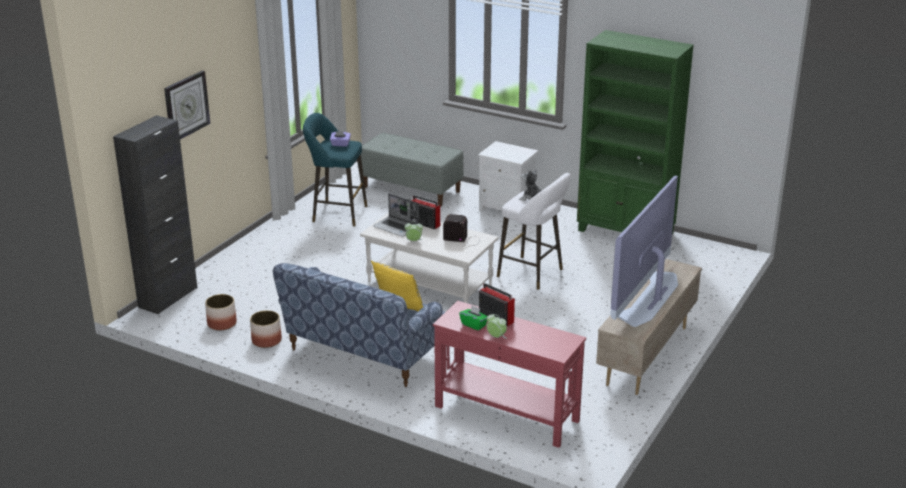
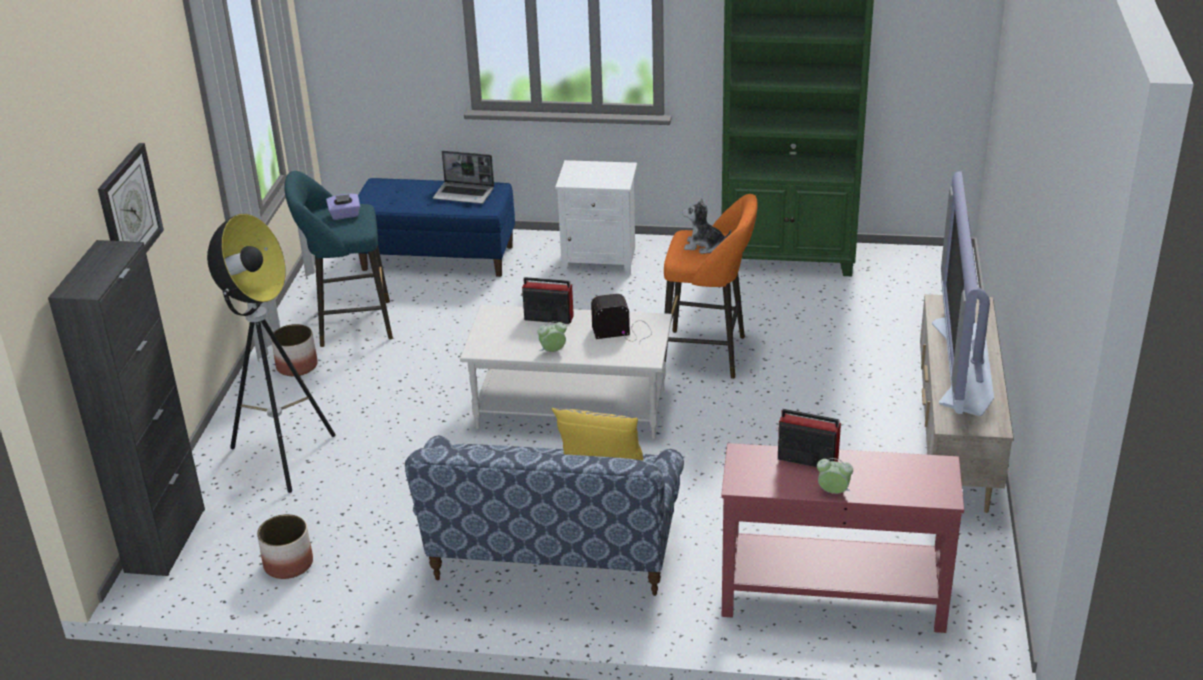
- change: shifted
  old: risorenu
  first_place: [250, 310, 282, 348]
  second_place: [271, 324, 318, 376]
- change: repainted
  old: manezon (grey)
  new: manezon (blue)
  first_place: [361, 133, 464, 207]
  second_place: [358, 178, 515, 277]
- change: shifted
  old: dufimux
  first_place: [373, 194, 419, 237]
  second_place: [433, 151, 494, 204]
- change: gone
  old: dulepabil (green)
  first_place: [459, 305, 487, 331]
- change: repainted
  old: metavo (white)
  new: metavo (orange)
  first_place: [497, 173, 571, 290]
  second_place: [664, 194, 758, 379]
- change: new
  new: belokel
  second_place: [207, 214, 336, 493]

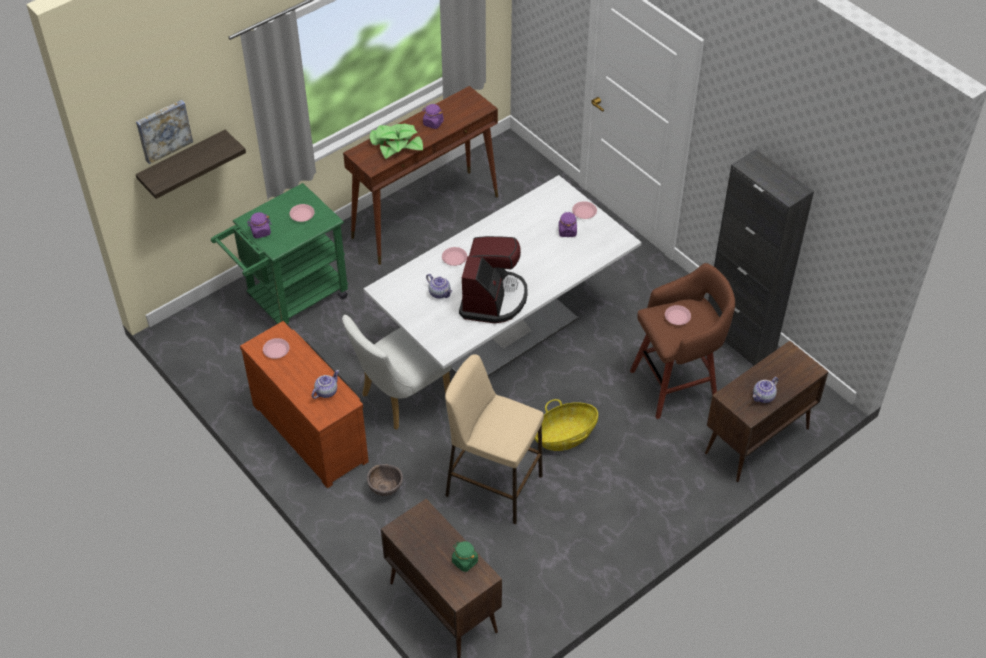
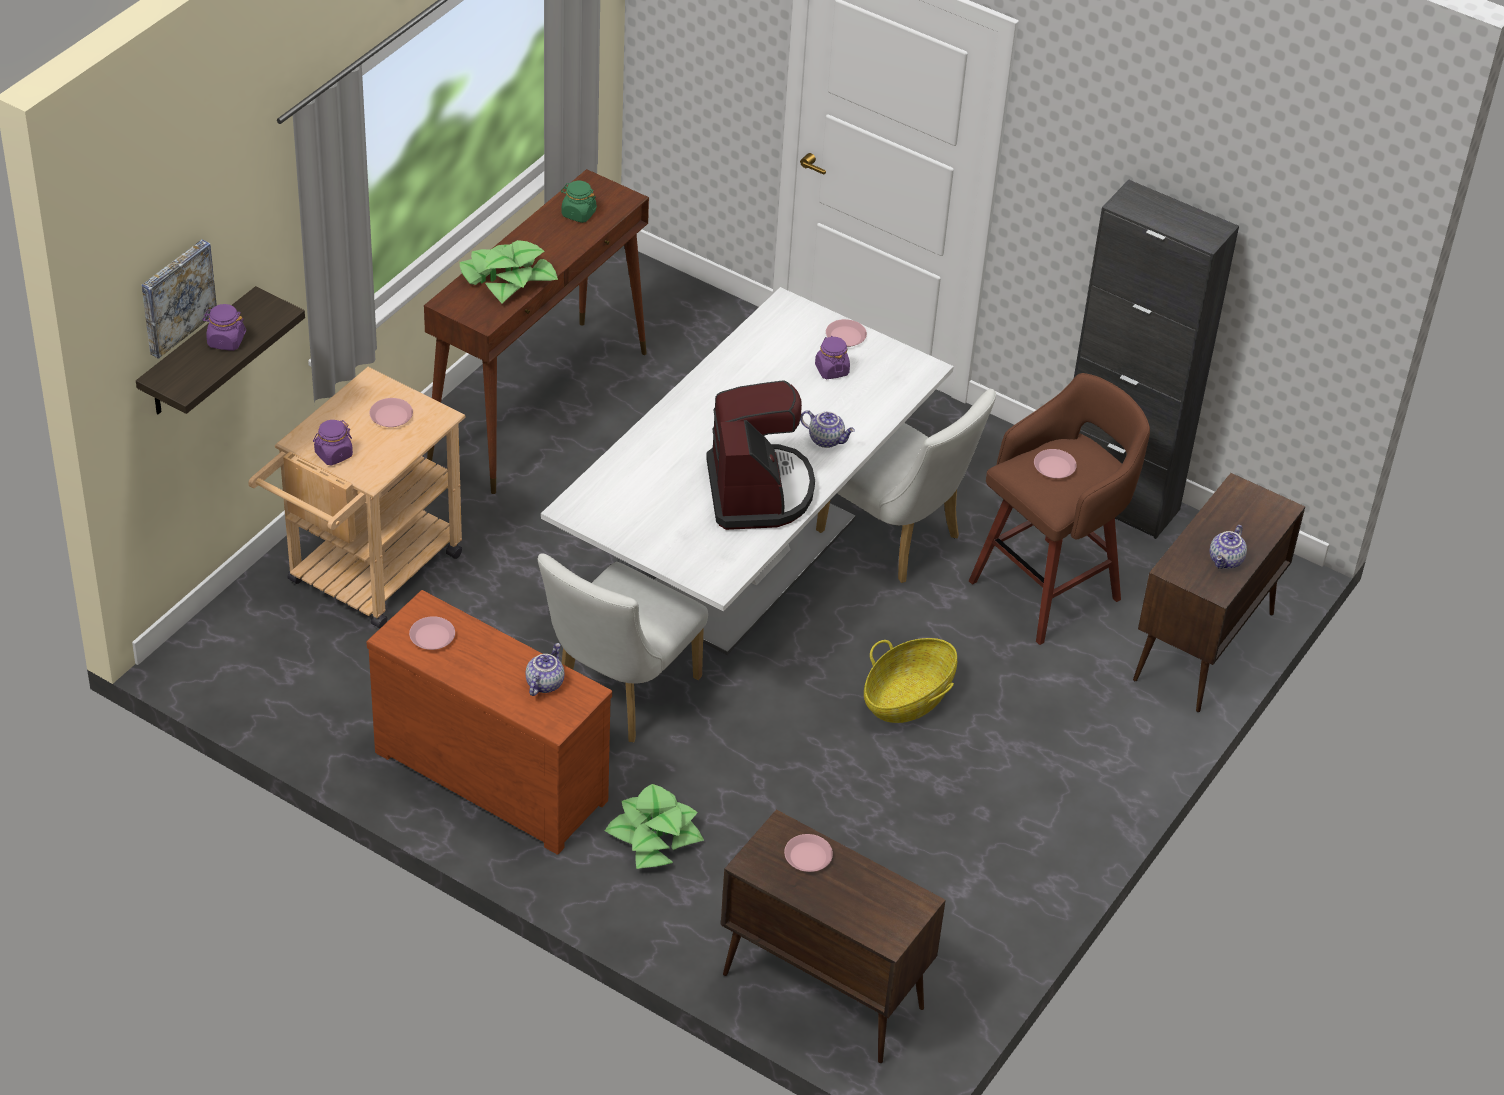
- change: repainted
  old: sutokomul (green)
  new: sutokomul (beige)
  first_place: [211, 183, 348, 328]
  second_place: [248, 367, 465, 629]
- change: swapped
  old: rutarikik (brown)
  new: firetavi
  first_place: [367, 464, 403, 496]
  second_place: [605, 784, 704, 869]
- change: shifted
  old: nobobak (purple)
  first_place: [422, 104, 444, 129]
  second_place: [202, 304, 246, 351]
- change: shifted
  old: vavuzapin
  first_place: [426, 274, 452, 299]
  second_place: [800, 410, 855, 448]
- change: shifted
  old: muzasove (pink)
  first_place: [442, 247, 467, 266]
  second_place: [784, 834, 833, 872]
- change: gone
  old: metavo (beige)
  first_place: [445, 354, 544, 525]
- change: shifted
  old: nobobak (green)
  first_place: [452, 541, 478, 572]
  second_place: [561, 181, 597, 223]
- change: new
  new: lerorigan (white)
  second_place: [816, 389, 996, 583]

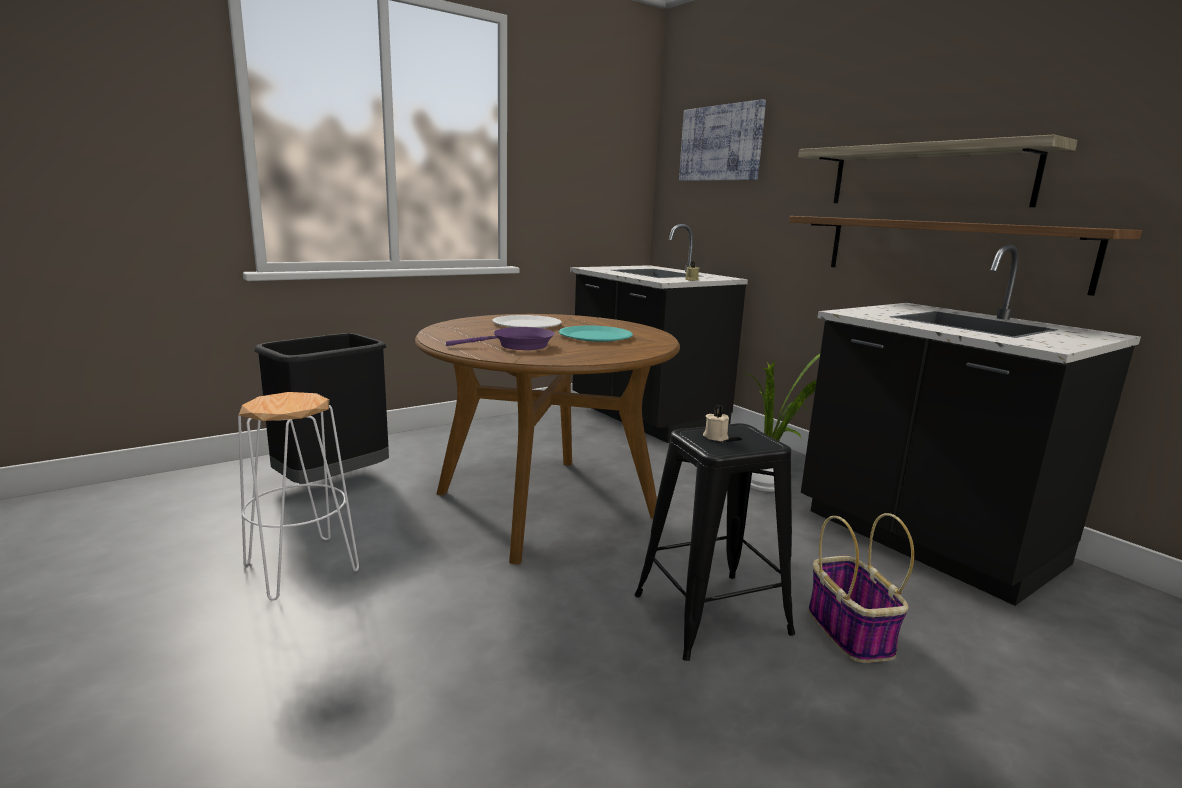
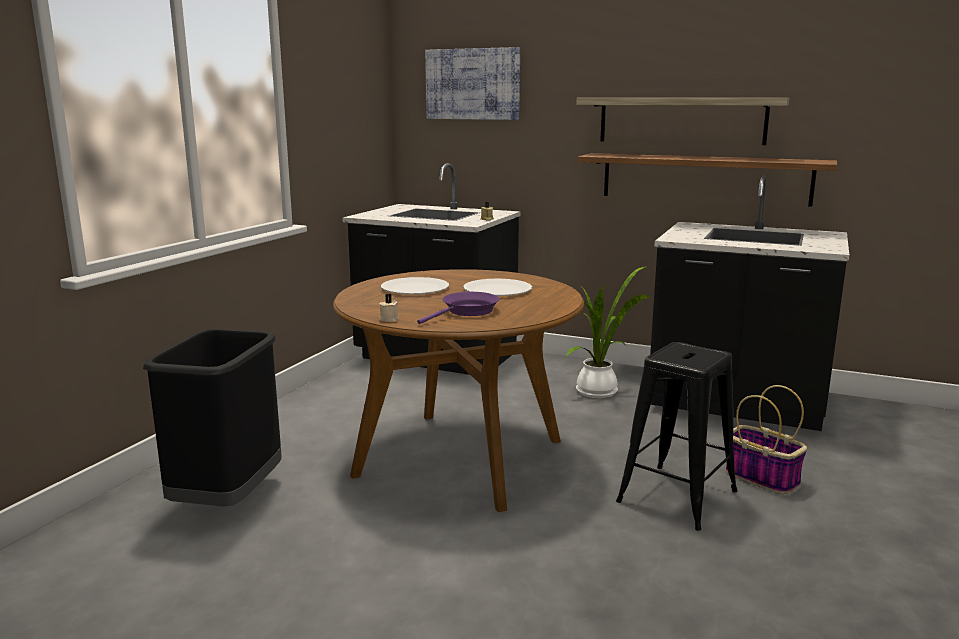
- change: gone
  old: metavo (white)
  first_place: [238, 392, 359, 601]
- change: repainted
  old: muzasove (turquoise)
  new: muzasove (white)
  first_place: [559, 326, 633, 342]
  second_place: [463, 279, 532, 296]
- change: shifted
  old: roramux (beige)
  first_place: [703, 405, 729, 441]
  second_place: [379, 294, 399, 322]

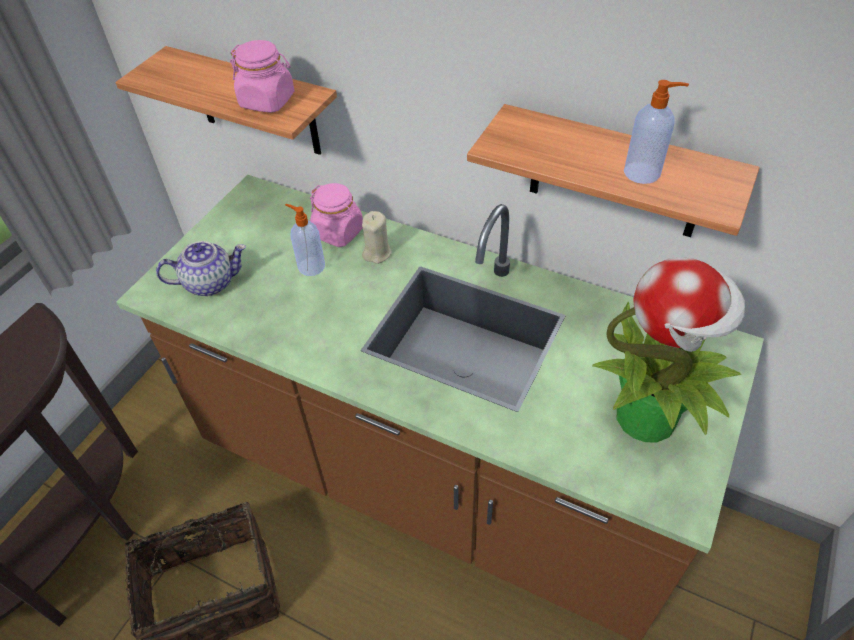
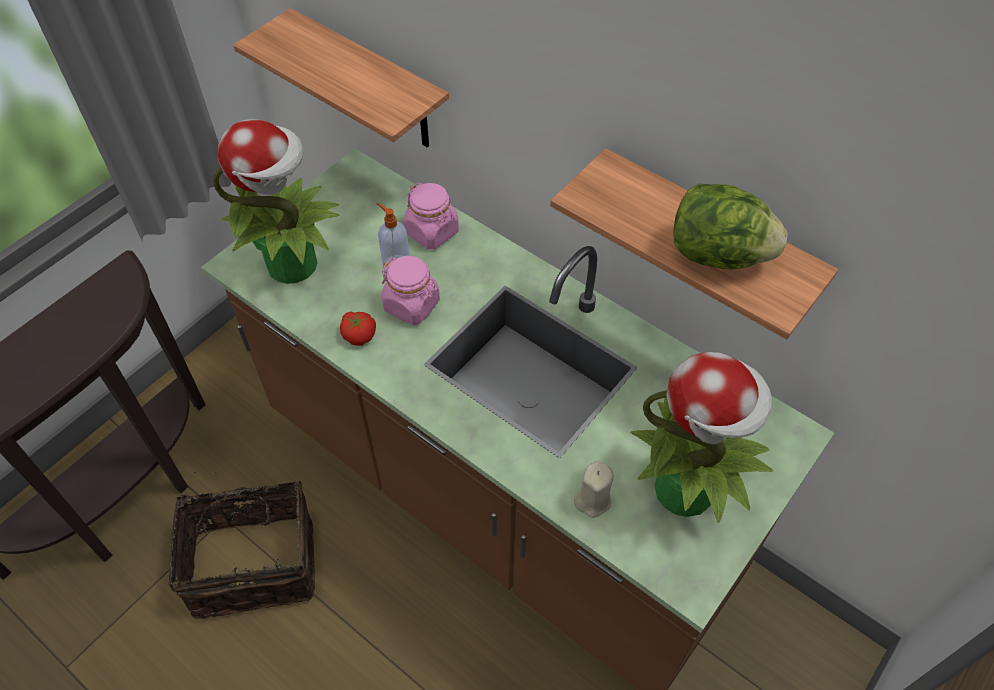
- change: swapped
  old: vavuzapin
  new: firetavi
  first_place: [156, 241, 246, 296]
  second_place: [213, 119, 340, 284]
- change: shifted
  old: nobobak (pink)
  first_place: [230, 40, 294, 113]
  second_place: [381, 256, 440, 325]
- change: shifted
  old: roramux (beige)
  first_place: [362, 211, 392, 264]
  second_place: [574, 461, 614, 518]
- change: swapped
  old: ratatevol
  new: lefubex
  first_place: [624, 80, 689, 184]
  second_place: [673, 183, 788, 270]
- change: new
  new: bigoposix
  second_place: [340, 311, 376, 346]

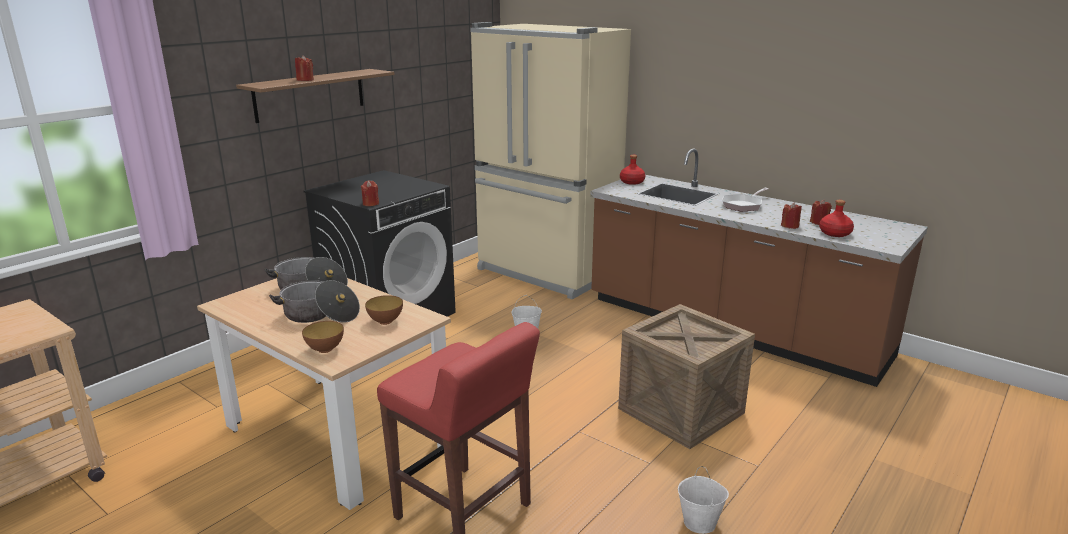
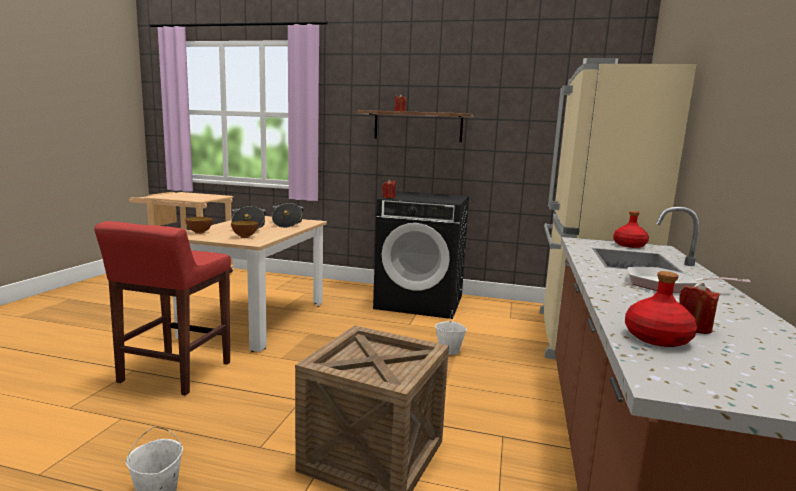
- change: gone
  old: roramux (red)
  first_place: [781, 202, 802, 229]

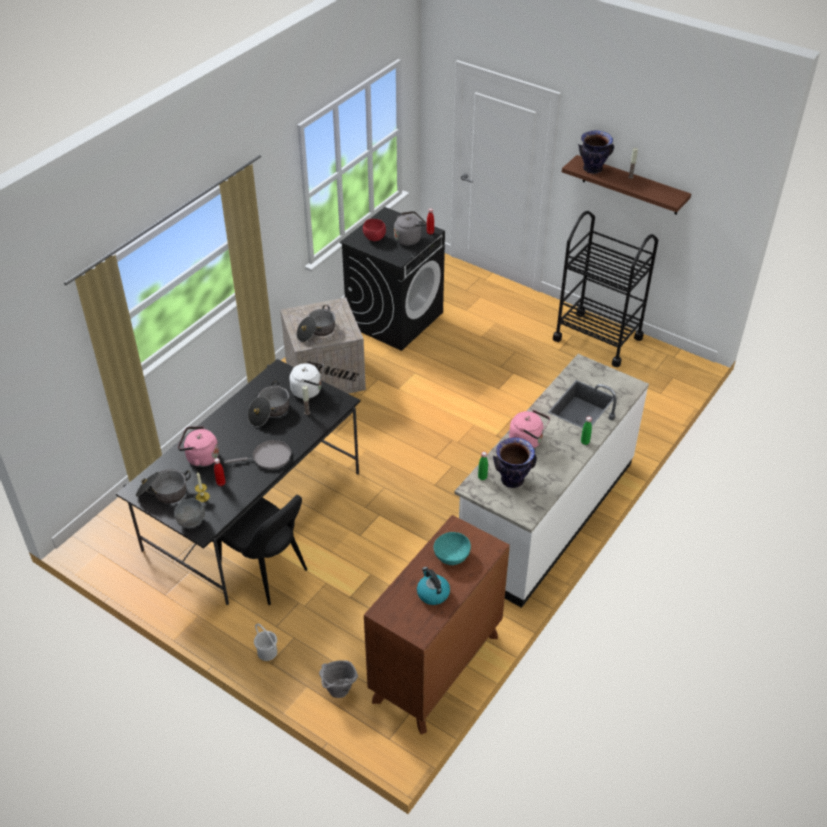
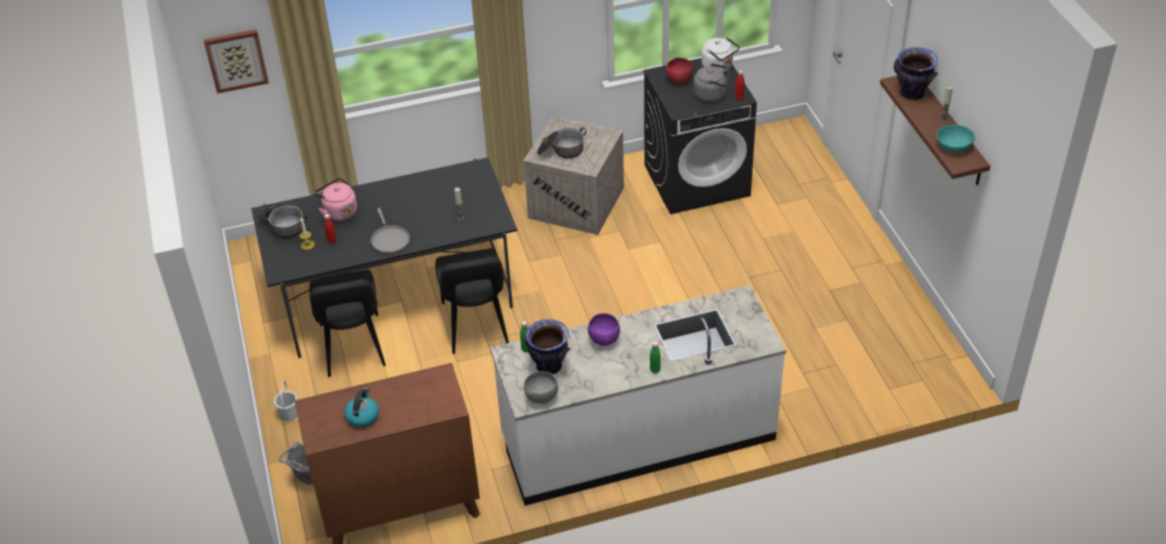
- change: shifted
  old: rutarikik (grey)
  first_place: [174, 498, 205, 528]
  second_place: [524, 371, 558, 404]
- change: rotated
  old: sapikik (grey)
  first_place: [224, 440, 291, 469]
  second_place: [370, 208, 411, 254]
  degrees: 45
- change: gone
  old: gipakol
  first_place: [248, 381, 289, 427]
- change: shifted
  old: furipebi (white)
  first_place: [289, 361, 324, 399]
  second_place: [701, 37, 740, 72]
- change: shifted
  old: rutarikik (turquoise)
  first_place: [434, 532, 471, 565]
  second_place: [937, 125, 975, 153]
- change: swapped
  old: furipebi (pink)
  new: rutarikik (purple)
  first_place: [509, 410, 550, 448]
  second_place: [588, 313, 620, 346]
- change: gone
  old: sutokomul (black)
  first_place: [553, 211, 658, 367]
- change: new
  new: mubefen
  second_place: [204, 29, 269, 94]
- change: new
  new: lerorigan (black)
  second_place: [435, 248, 509, 354]

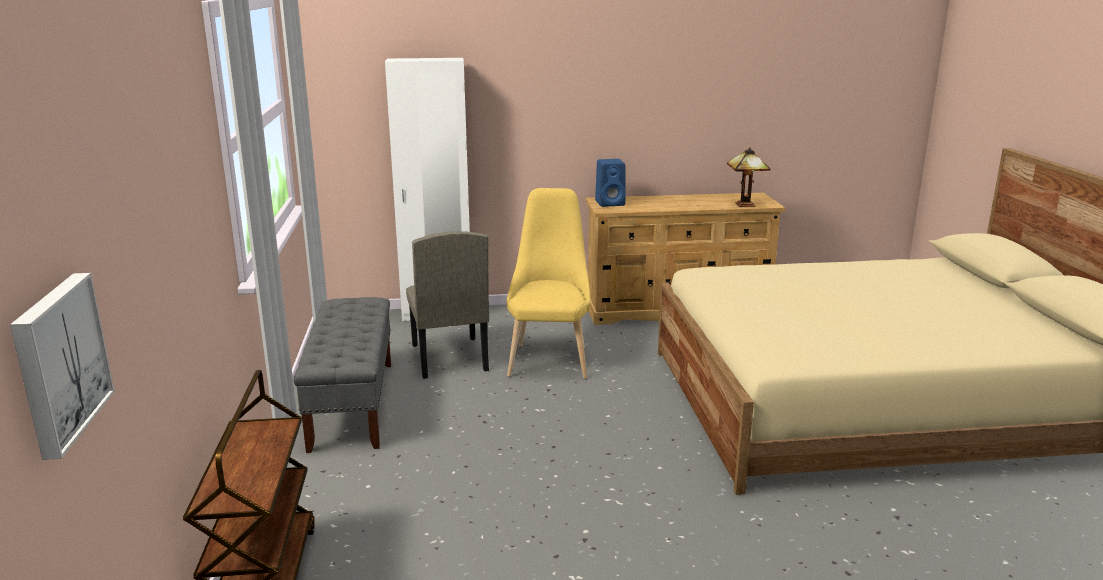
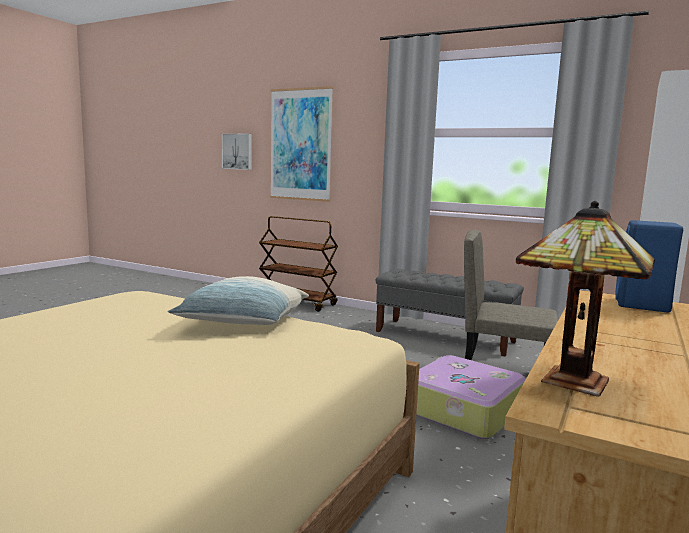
- change: swapped
  old: lerorigan (yellow)
  new: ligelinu
  first_place: [506, 188, 590, 379]
  second_place: [416, 355, 526, 439]
- change: new
  new: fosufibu
  second_place: [168, 276, 309, 325]
- change: new
  new: mubefen
  second_place: [270, 86, 333, 202]

